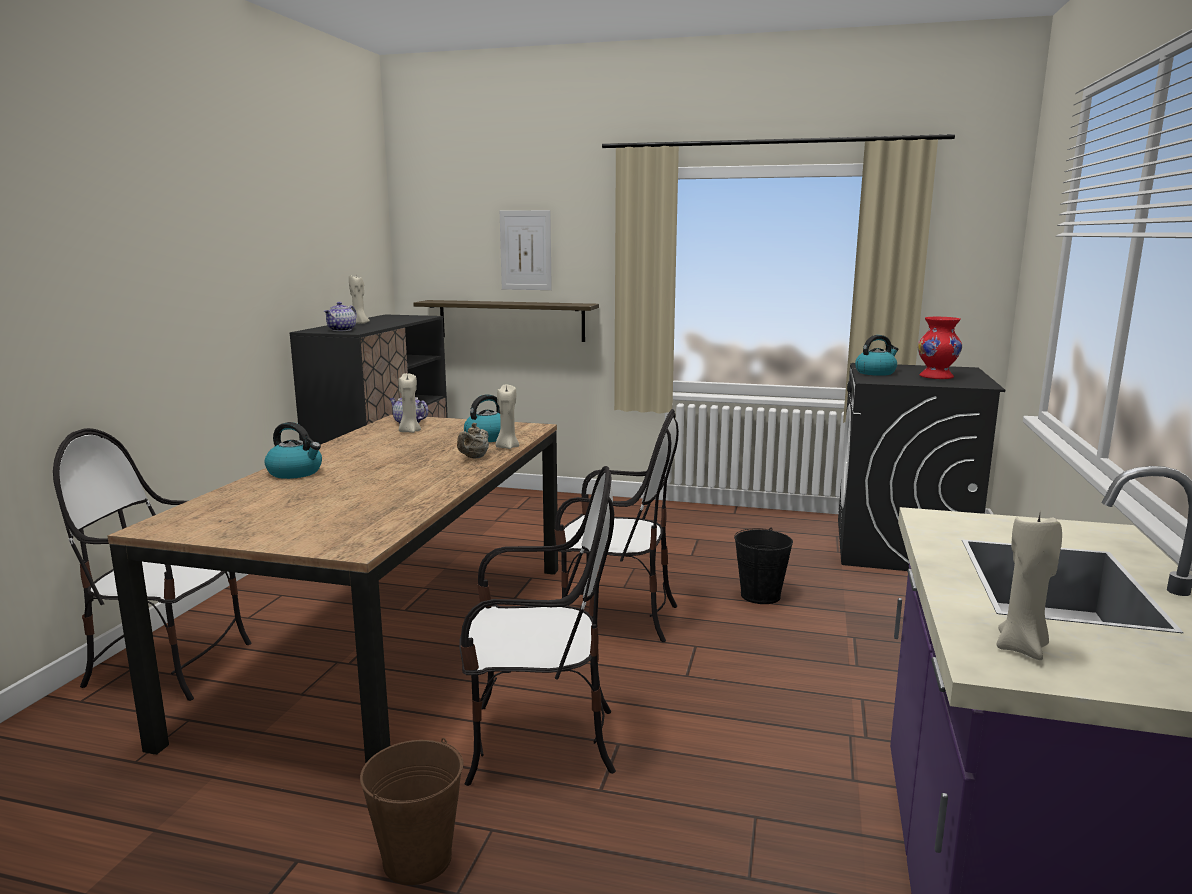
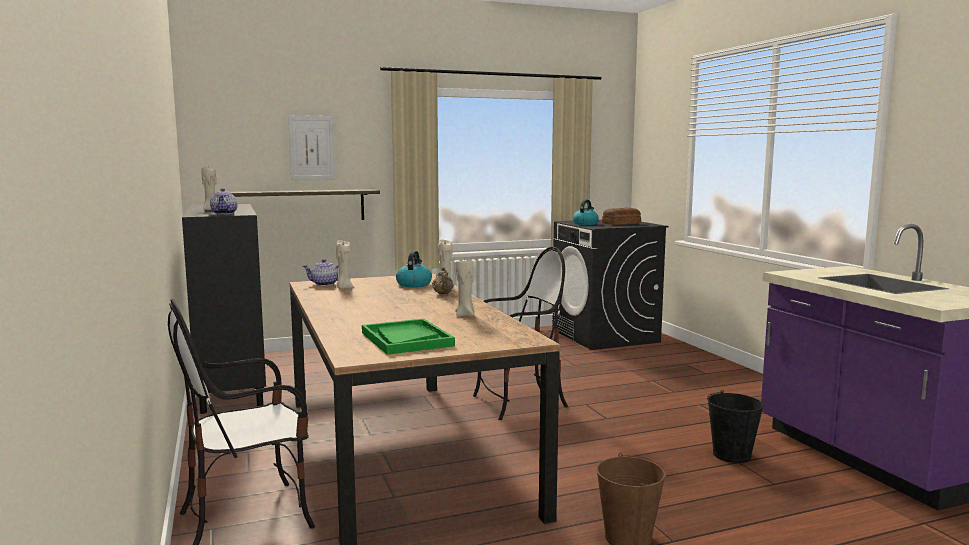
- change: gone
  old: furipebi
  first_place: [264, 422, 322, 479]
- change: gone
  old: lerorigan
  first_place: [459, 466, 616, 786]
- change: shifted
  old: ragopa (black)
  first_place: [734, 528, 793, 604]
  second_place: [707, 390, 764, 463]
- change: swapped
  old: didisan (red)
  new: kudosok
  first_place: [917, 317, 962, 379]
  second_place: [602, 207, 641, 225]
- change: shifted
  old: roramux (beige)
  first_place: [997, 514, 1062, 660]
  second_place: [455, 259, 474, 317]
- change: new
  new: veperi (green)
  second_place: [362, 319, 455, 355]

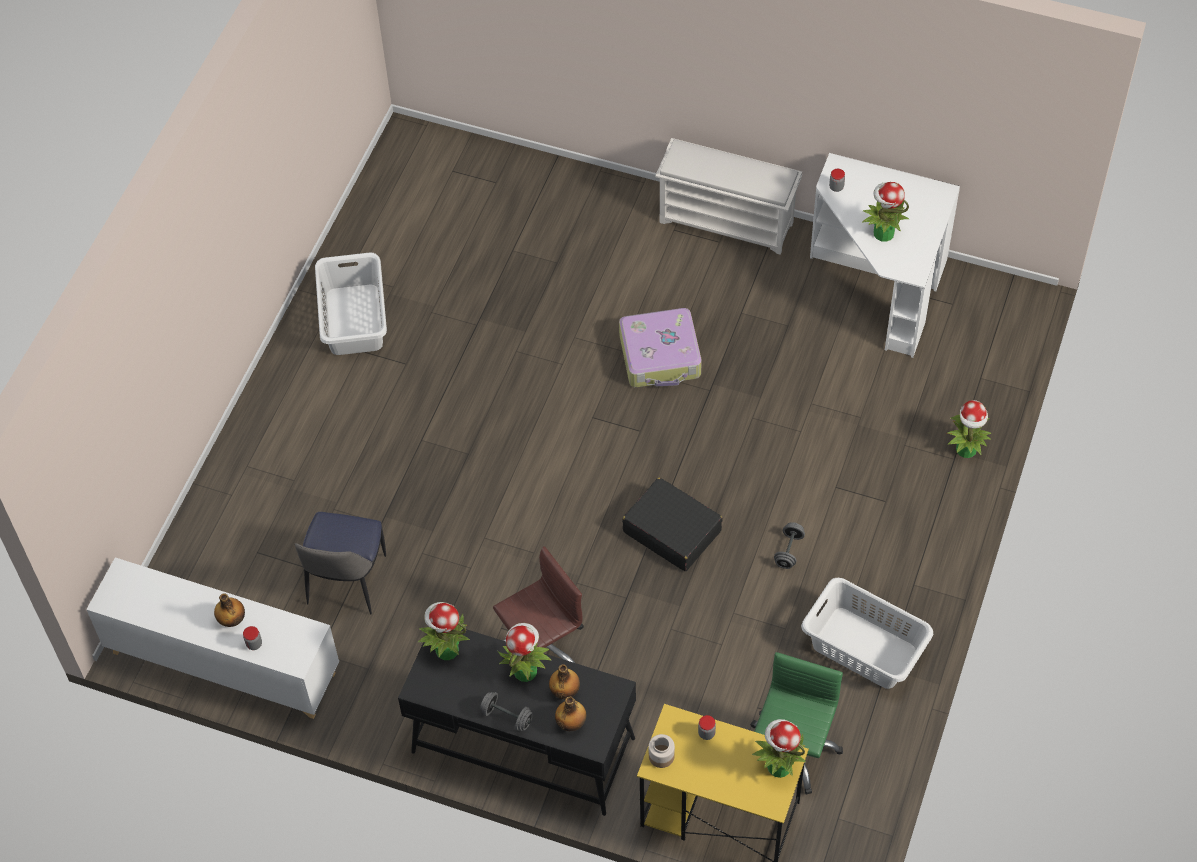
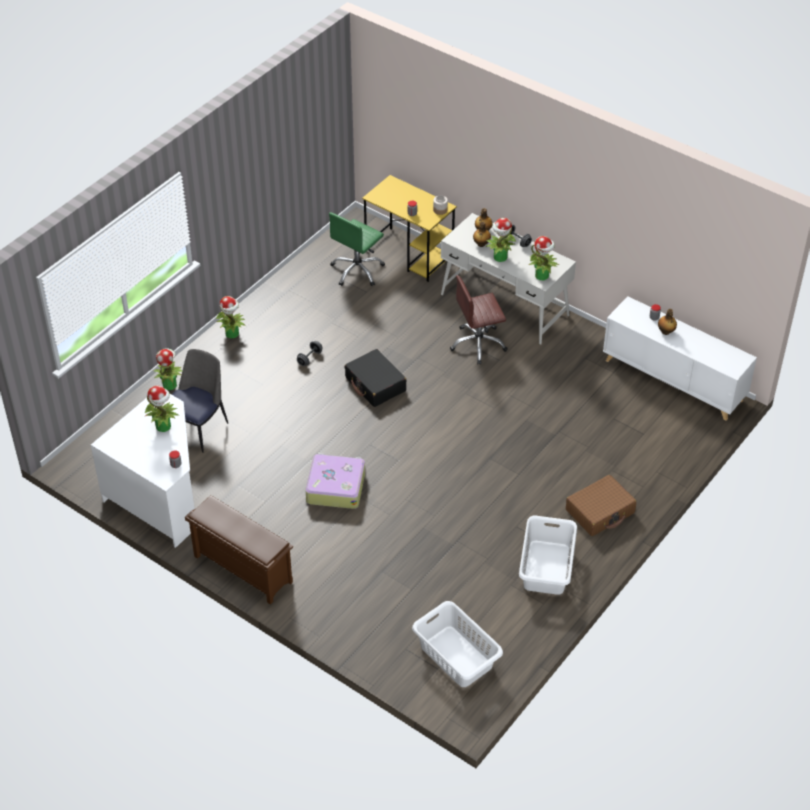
- change: shifted
  old: lerorigan
  first_place: [295, 512, 386, 614]
  second_place: [172, 349, 228, 453]
- change: repainted
  old: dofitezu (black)
  new: dofitezu (white)
  first_place: [398, 629, 636, 816]
  second_place: [441, 213, 576, 344]
- change: repainted
  old: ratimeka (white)
  new: ratimeka (brown)
  first_place: [655, 138, 802, 255]
  second_place: [185, 495, 293, 605]
- change: shifted
  old: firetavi
  first_place: [752, 719, 806, 778]
  second_place: [216, 296, 246, 338]
- change: shifted
  old: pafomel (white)
  first_place: [801, 578, 933, 689]
  second_place: [412, 601, 503, 687]
- change: new
  new: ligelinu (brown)
  second_place: [566, 475, 636, 536]

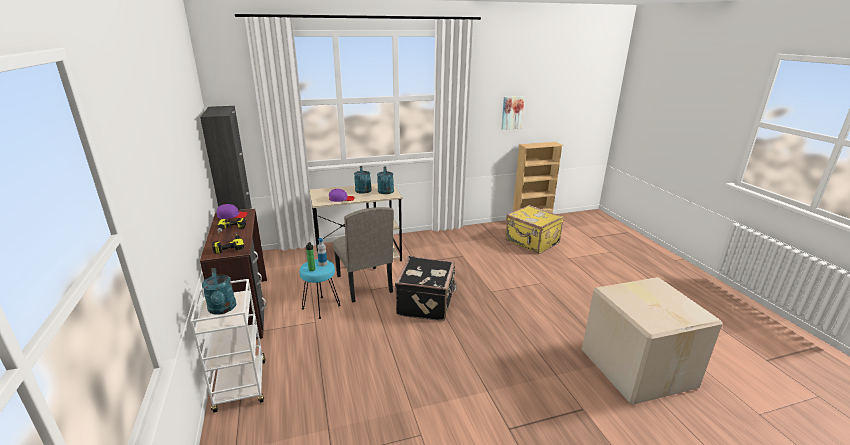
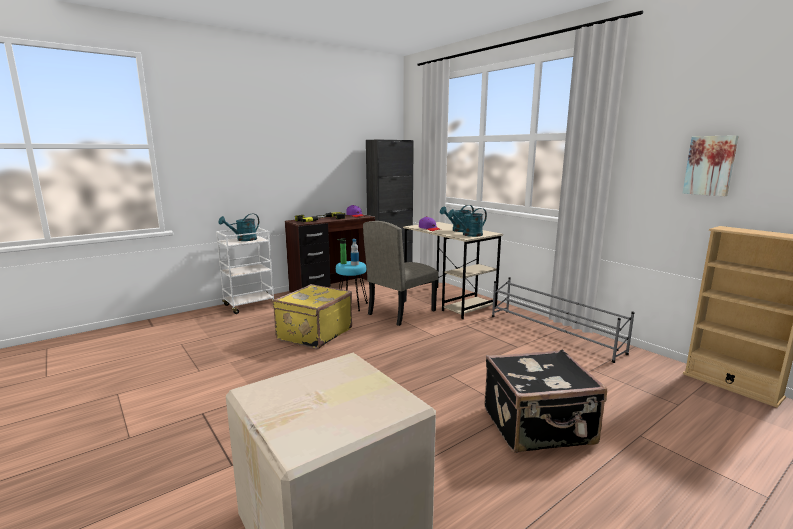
- change: shifted
  old: ligelinu (black)
  first_place: [395, 256, 457, 321]
  second_place: [485, 350, 607, 453]
- change: shifted
  old: ligelinu (yellow)
  first_place: [505, 205, 564, 254]
  second_place: [272, 284, 352, 349]
- change: new
  new: ratimeka (grey)
  second_place: [492, 277, 635, 363]

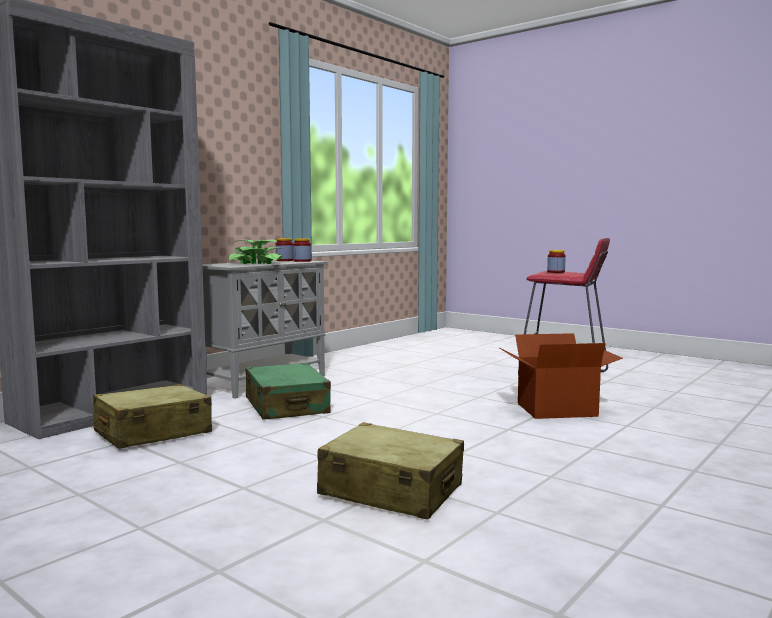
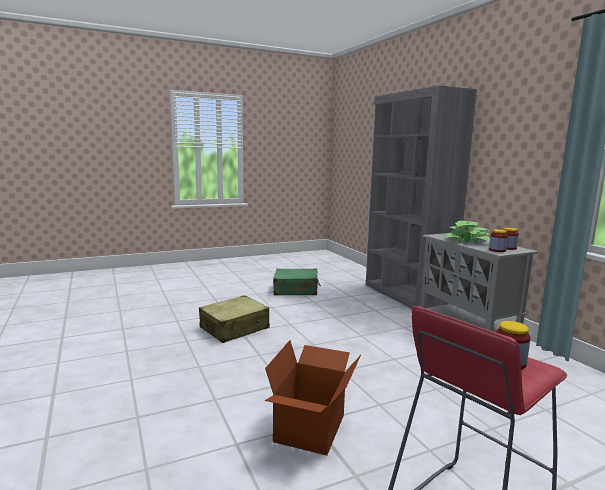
- change: gone
  old: ligelinu (beige)
  first_place: [93, 384, 212, 449]
- change: shifted
  old: ligelinu (green)
  first_place: [246, 363, 331, 419]
  second_place: [273, 268, 321, 295]

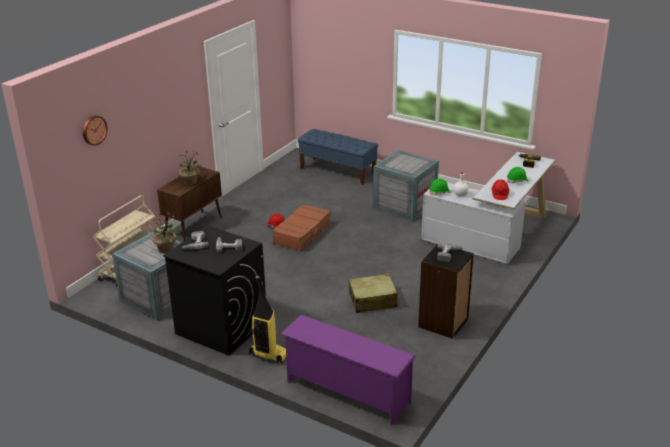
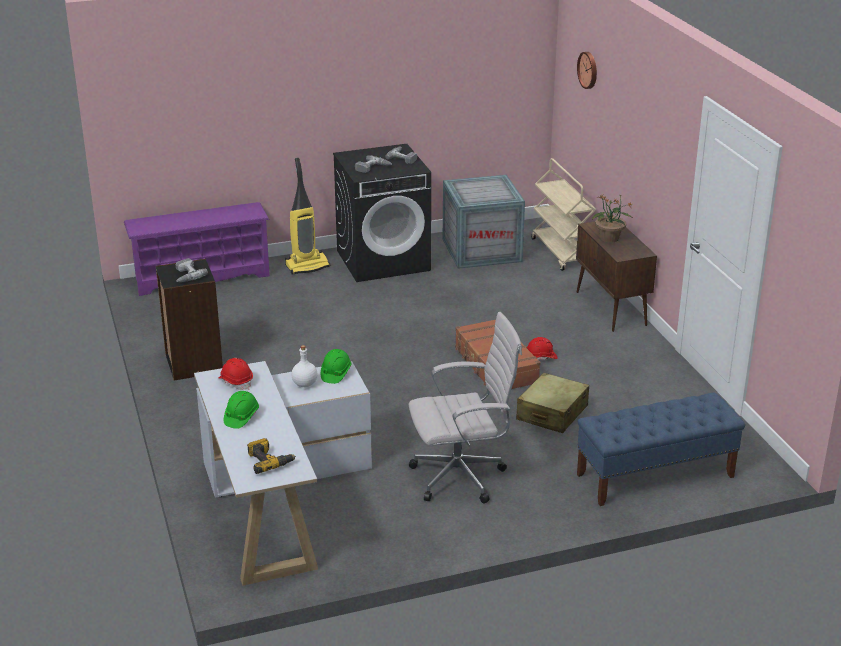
- change: gone
  old: firetavi
  first_place: [152, 212, 179, 253]
- change: shifted
  old: ligelinu (beige)
  first_place: [349, 274, 398, 313]
  second_place: [516, 373, 589, 433]
- change: swapped
  old: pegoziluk
  new: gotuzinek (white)
  first_place: [373, 150, 439, 221]
  second_place: [409, 312, 522, 503]

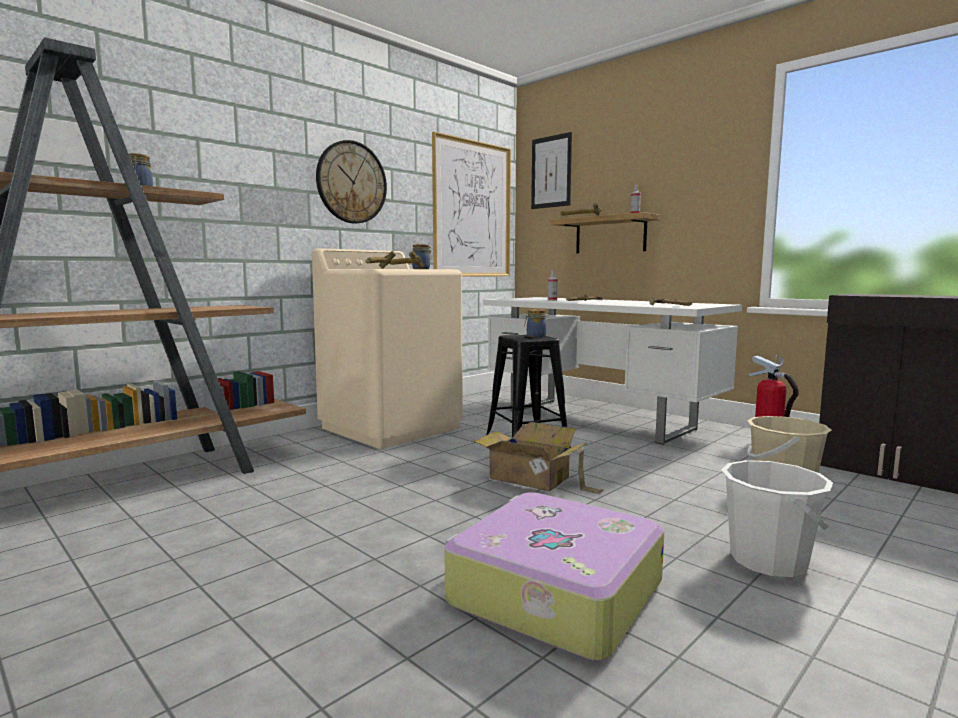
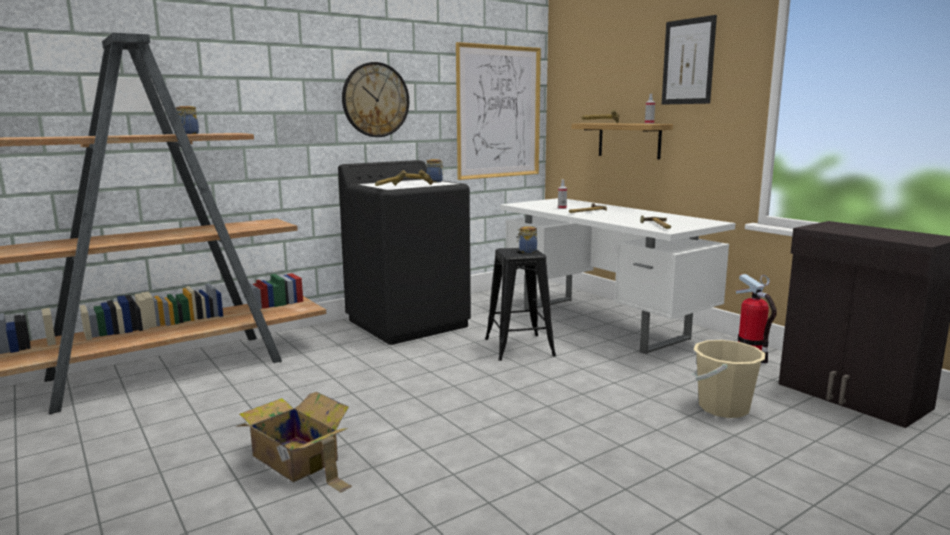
- change: repainted
  old: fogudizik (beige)
  new: fogudizik (black)
  first_place: [312, 248, 463, 449]
  second_place: [338, 160, 471, 345]
- change: gone
  old: ligelinu
  first_place: [444, 492, 664, 661]
- change: shifted
  old: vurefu
  first_place: [474, 422, 604, 495]
  second_place: [238, 392, 352, 493]
- change: shifted
  old: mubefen
  first_place: [531, 132, 572, 209]
  second_place: [662, 15, 717, 105]
- change: gone
  old: ragopa (white)
  first_place: [722, 460, 833, 578]

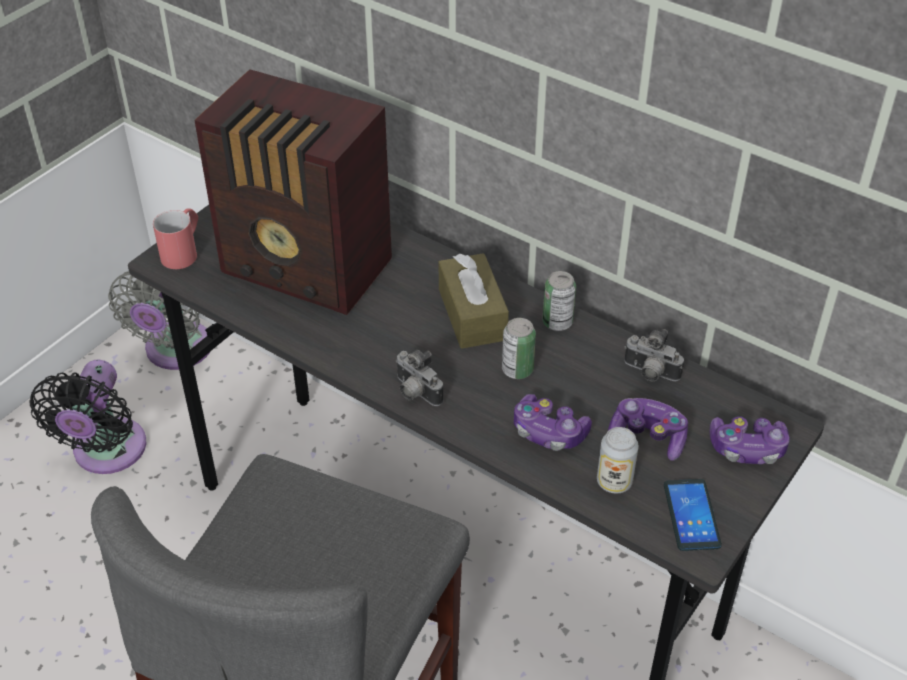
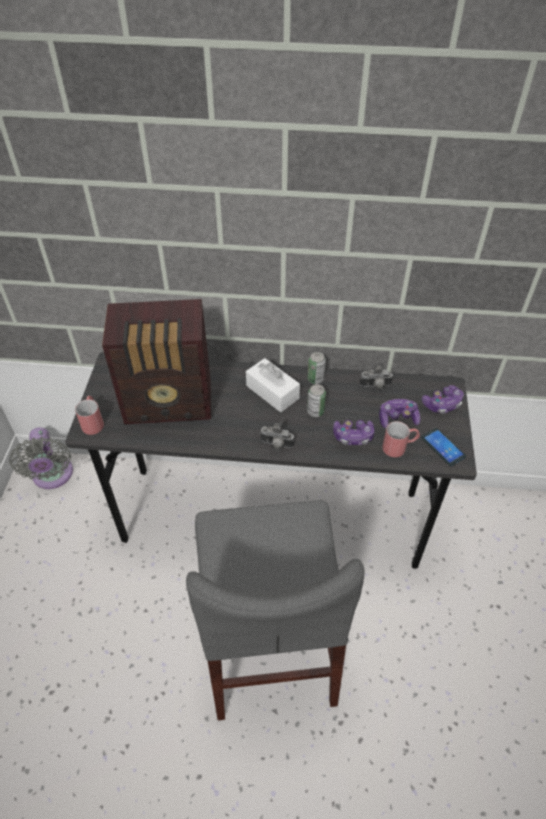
- change: gone
  old: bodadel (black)
  first_place: [29, 360, 146, 474]
- change: repainted
  old: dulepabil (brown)
  new: dulepabil (white)
  first_place: [439, 253, 509, 349]
  second_place: [246, 358, 300, 412]
- change: swapped
  old: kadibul
  new: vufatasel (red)
  first_place: [597, 427, 639, 493]
  second_place: [382, 421, 420, 457]

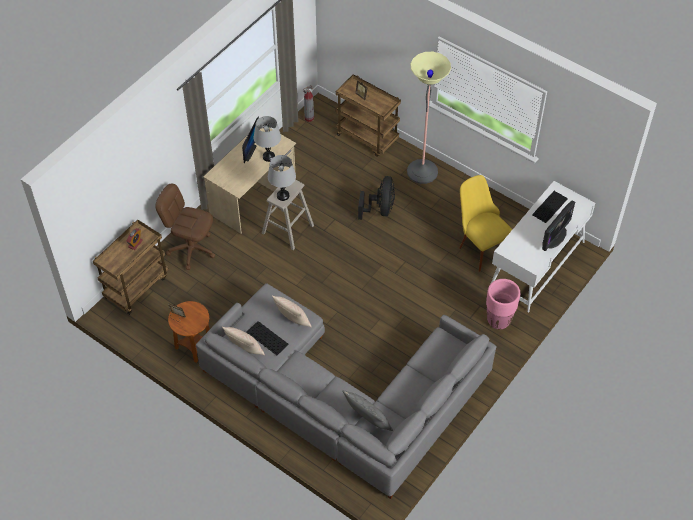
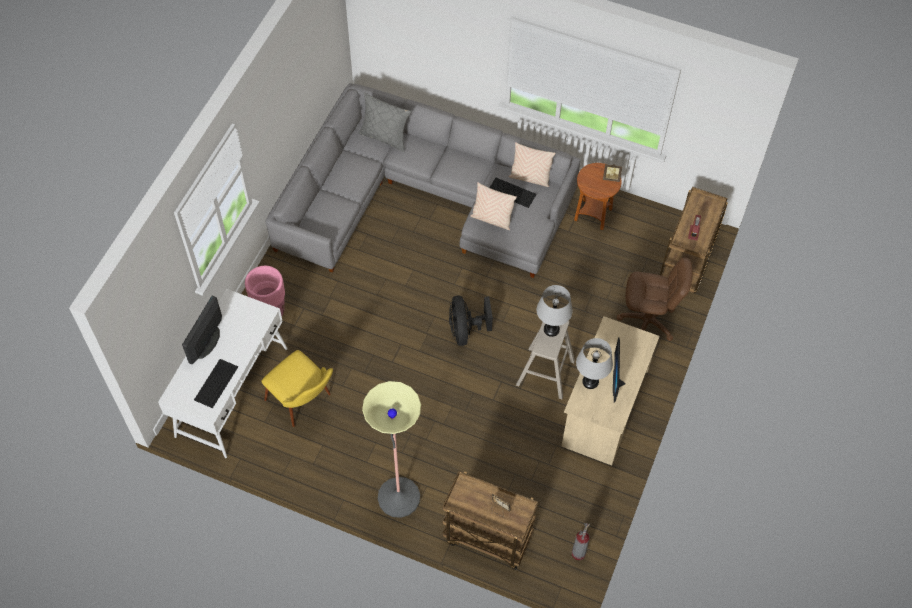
- change: shifted
  old: bodadel (black)
  first_place: [358, 176, 395, 220]
  second_place: [449, 296, 493, 346]

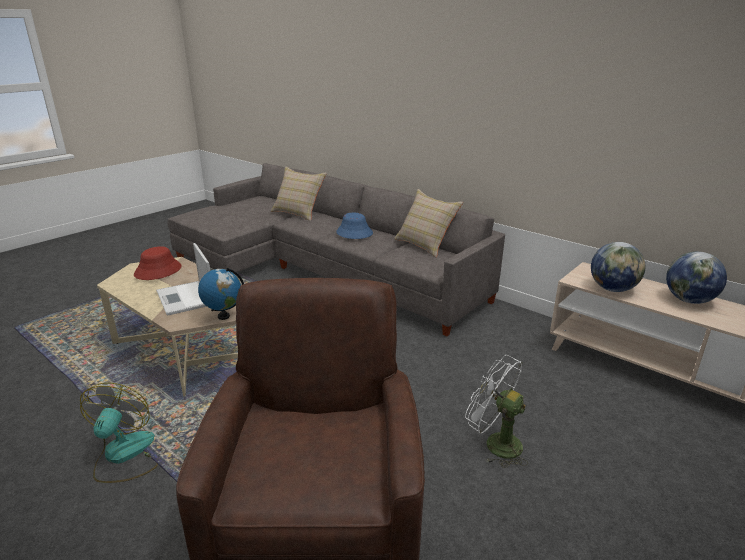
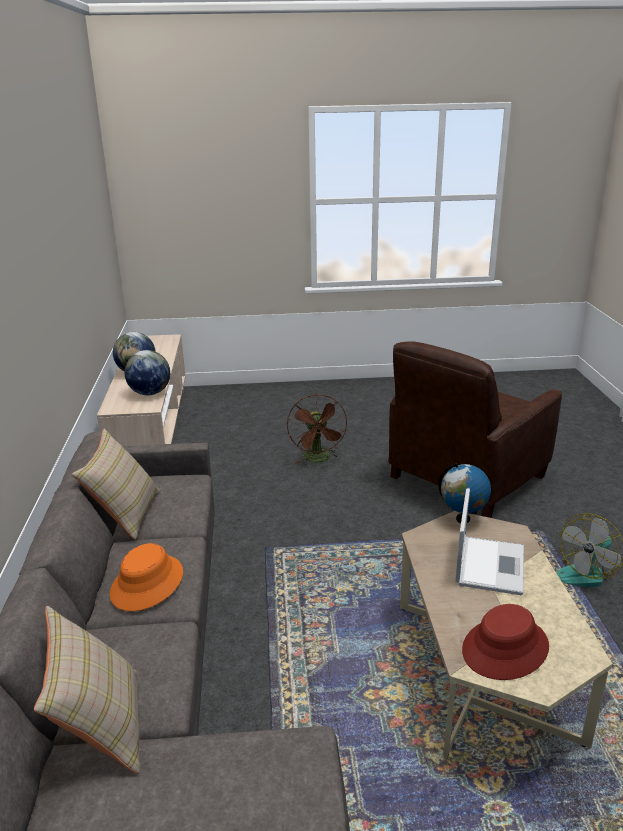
- change: repainted
  old: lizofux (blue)
  new: lizofux (orange)
  first_place: [336, 213, 373, 239]
  second_place: [110, 543, 183, 611]
- change: repainted
  old: bodadel (white)
  new: bodadel (brown)
  first_place: [465, 355, 528, 468]
  second_place: [287, 394, 347, 463]

